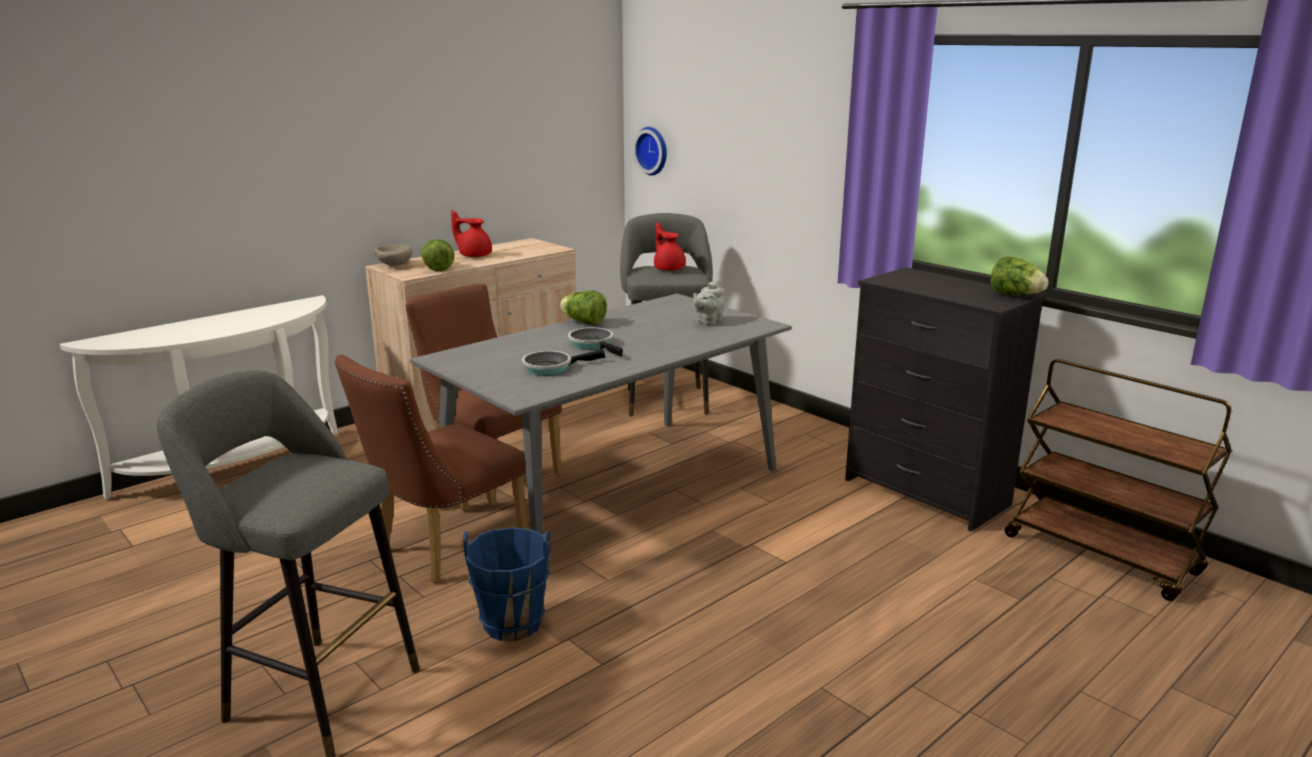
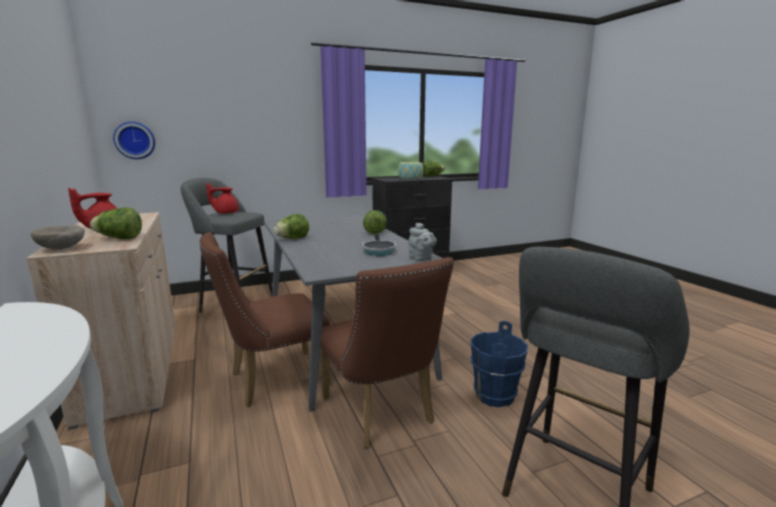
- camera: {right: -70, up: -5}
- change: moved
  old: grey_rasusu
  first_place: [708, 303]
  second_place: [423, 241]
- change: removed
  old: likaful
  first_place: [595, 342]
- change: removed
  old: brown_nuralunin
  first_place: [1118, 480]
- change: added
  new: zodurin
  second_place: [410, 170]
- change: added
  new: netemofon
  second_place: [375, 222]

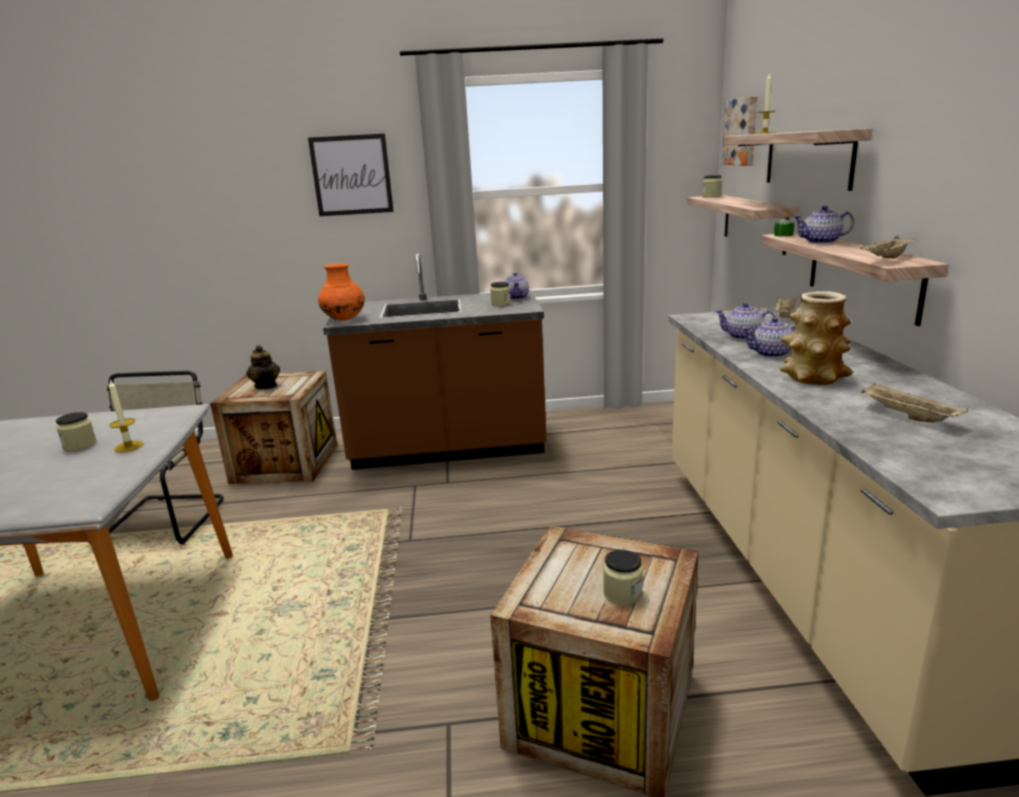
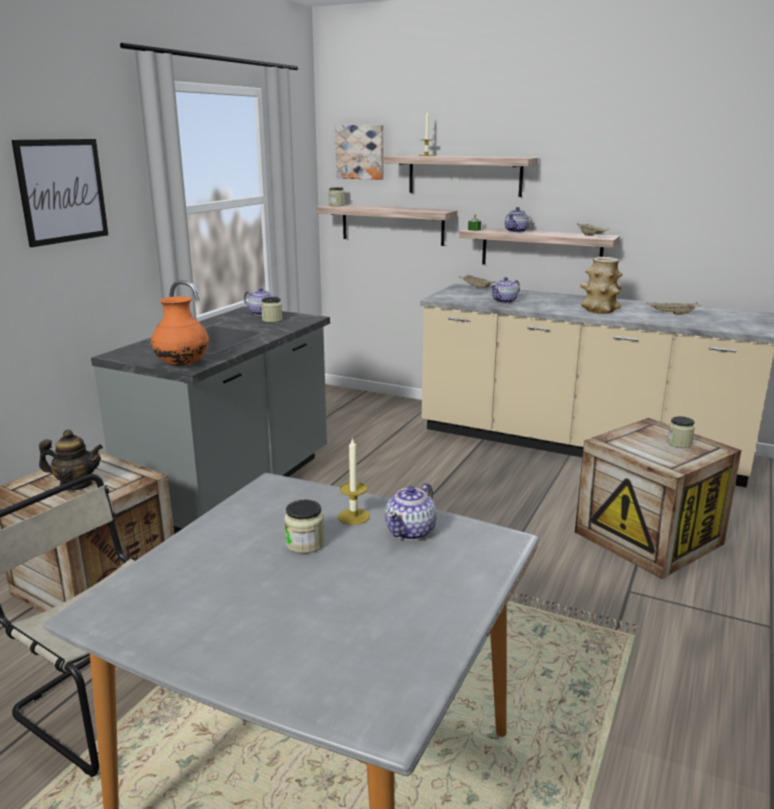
- camera: {right: -60, up: 0}
- change: recoloured
  old: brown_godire
  new: grey_godire
  first_place: [435, 362]
  second_place: [210, 407]
- change: moved
  old: rasusu
  first_place: [768, 337]
  second_place: [411, 512]

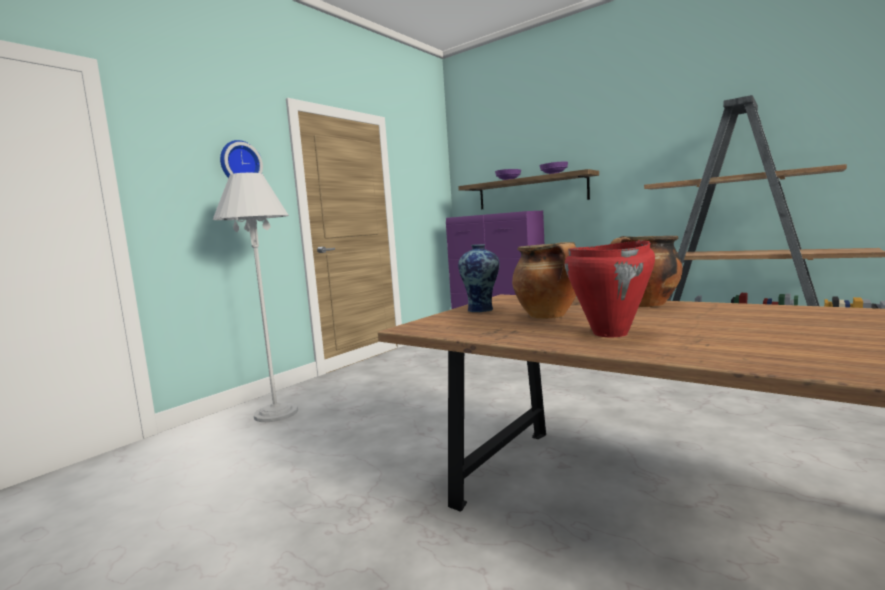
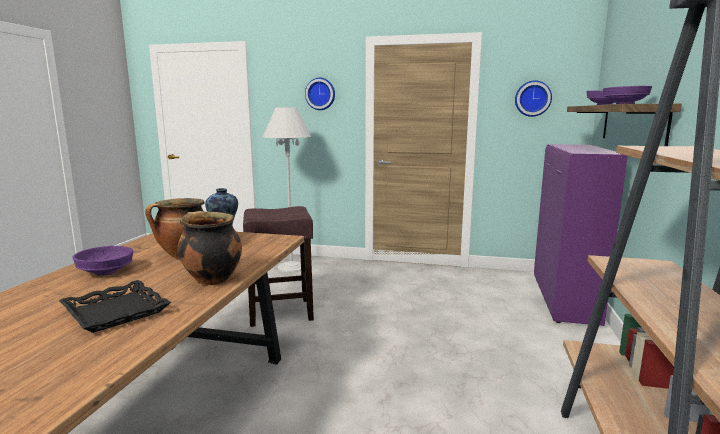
- camera: {right: 65, up: 5}
- change: replaced
  old: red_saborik
  new: purple_zodurin
  first_place: [610, 288]
  second_place: [103, 261]
- change: added
  new: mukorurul
  second_place: [533, 99]
- change: added
  new: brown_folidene
  second_place: [278, 266]
- change: added
  new: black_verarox
  second_place: [115, 306]

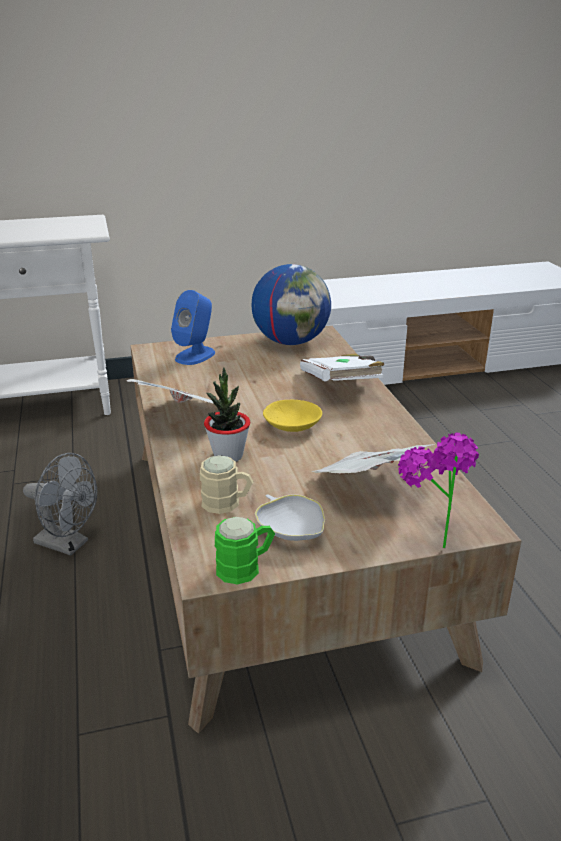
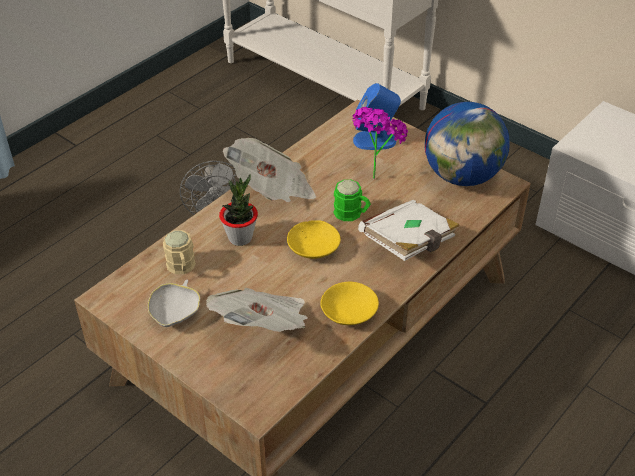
- camera: {right: 55, up: 15}
- change: moved
  old: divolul
  first_place: [438, 490]
  second_place: [380, 143]
- change: moved
  old: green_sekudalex
  first_place: [245, 551]
  second_place: [352, 200]
- change: added
  new: yellow_zodurin
  second_place: [349, 303]

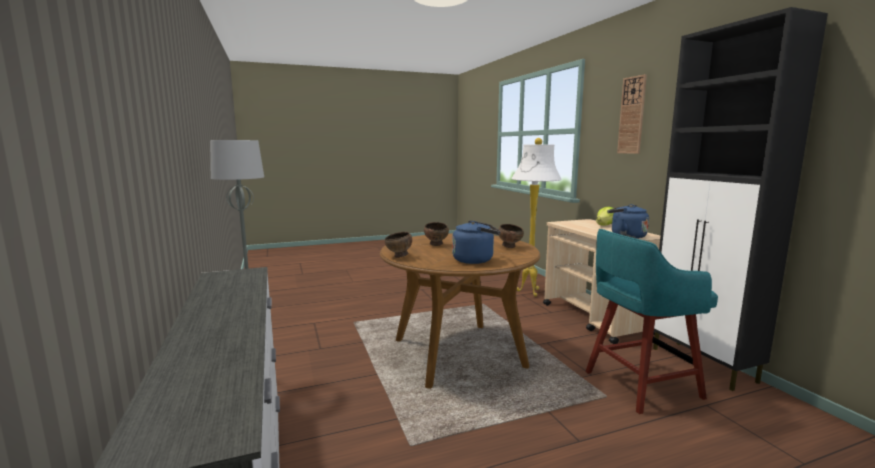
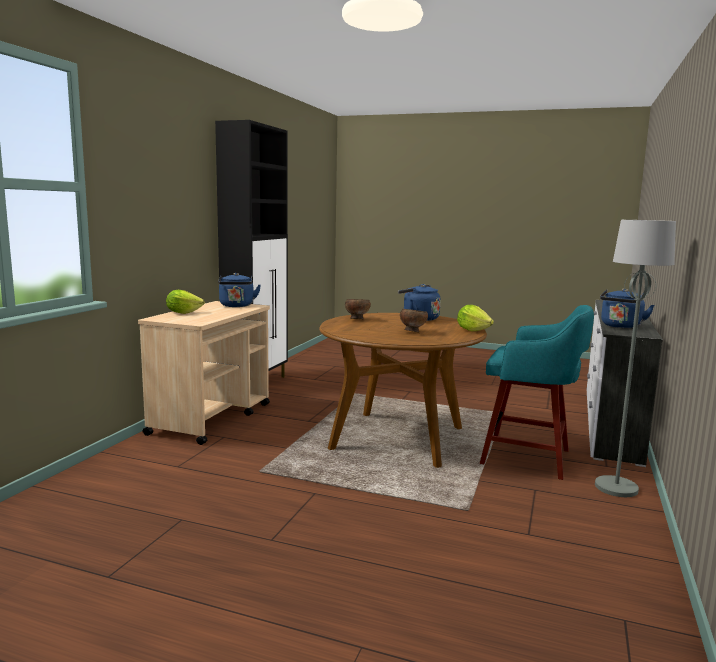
- camera: {right: -140, up: 0}
- change: removed
  old: mukorurul
  first_place: [632, 114]
- change: removed
  old: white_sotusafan
  first_place: [536, 217]
- change: moved
  old: turquoise_folidene
  first_place: [651, 321]
  second_place: [537, 392]
- change: replaced
  old: brown_zodurin
  new: netemofon
  first_place: [398, 245]
  second_place: [475, 318]
- change: added
  new: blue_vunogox
  second_place: [627, 308]

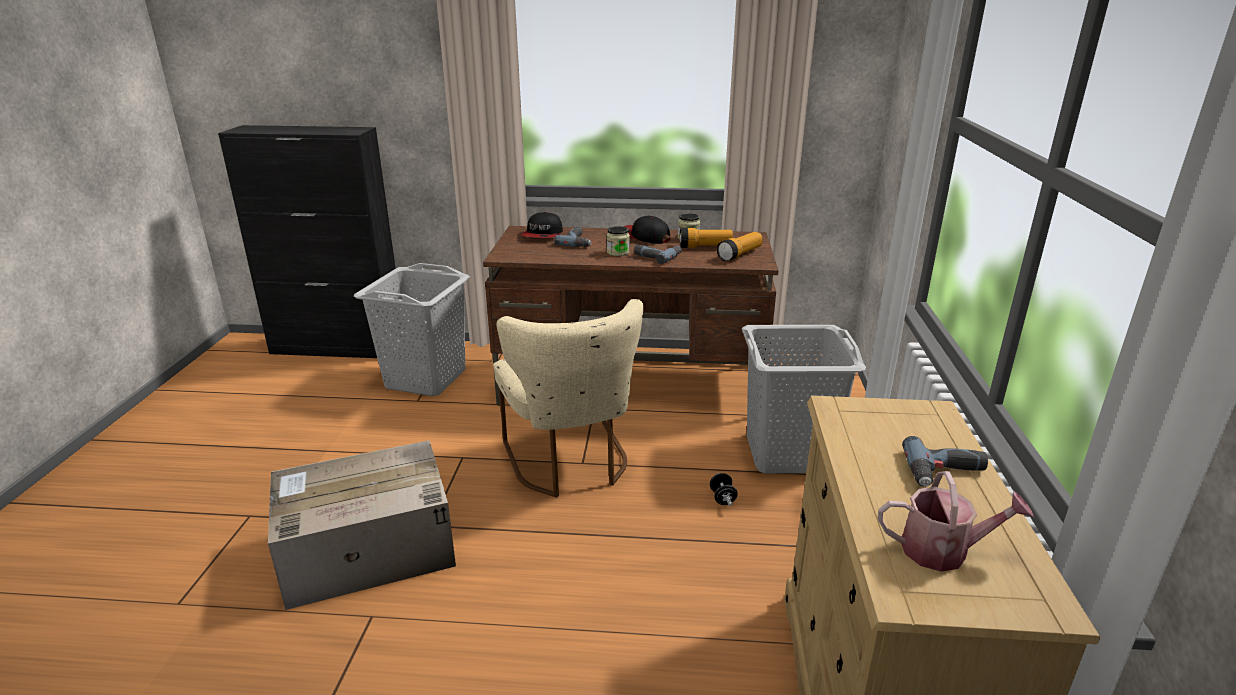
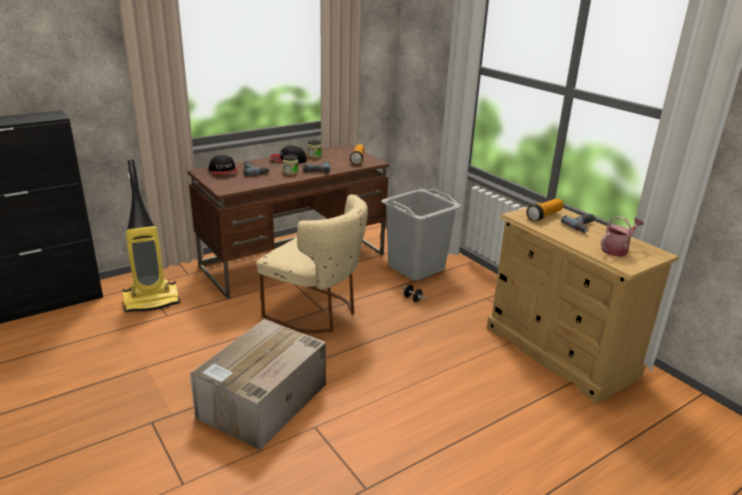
- camera: {right: -40, up: 0}
- change: moved
  old: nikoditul
  first_place: [706, 238]
  second_place: [545, 210]
- change: replaced
  old: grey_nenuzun
  new: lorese
  first_place: [412, 329]
  second_place: [151, 236]

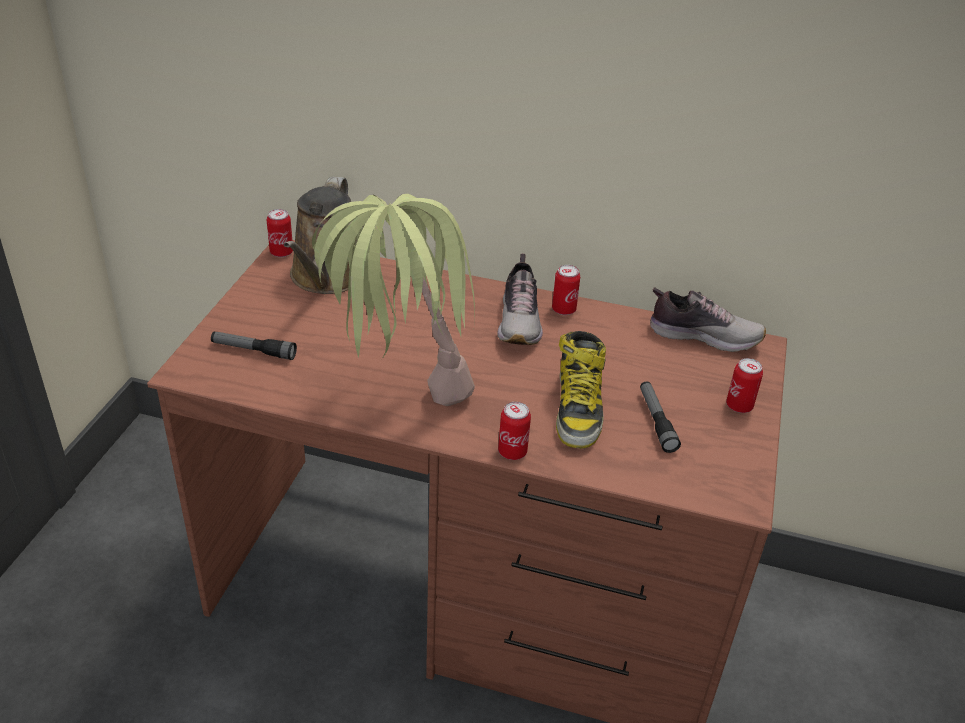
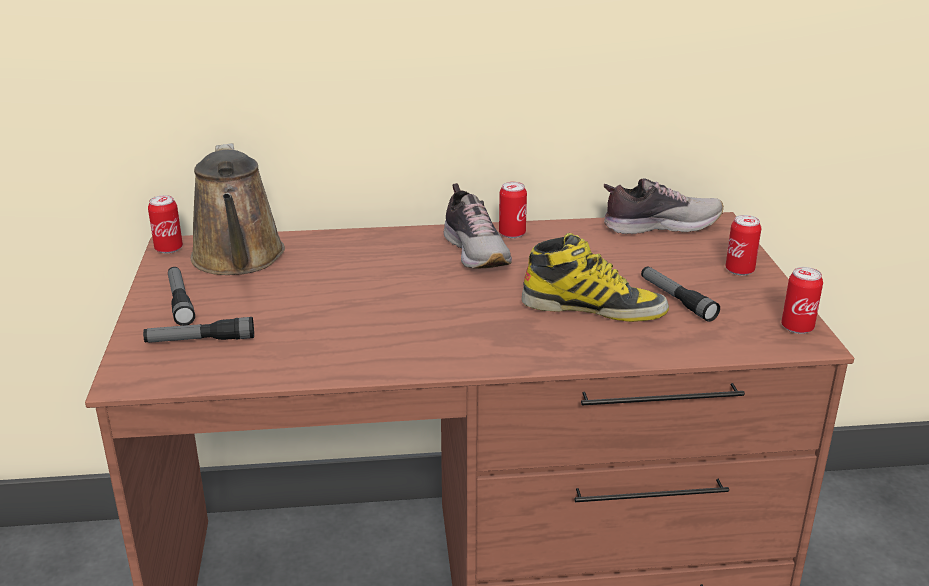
- camera: {right: -20, up: -10}
- change: removed
  old: divolul
  first_place: [393, 300]
- change: turned
  old: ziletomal
  first_place: [581, 390]
  second_place: [595, 277]
  degrees: -60
- change: moved
  old: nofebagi
  first_place: [514, 431]
  second_place: [802, 300]
- change: added
  new: nikoditul
  second_place: [181, 296]

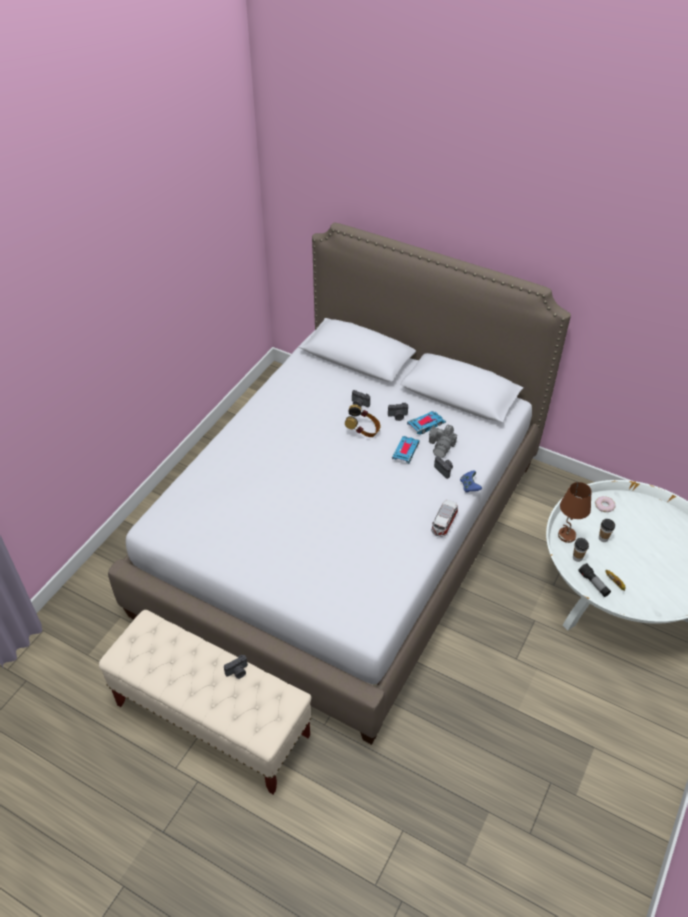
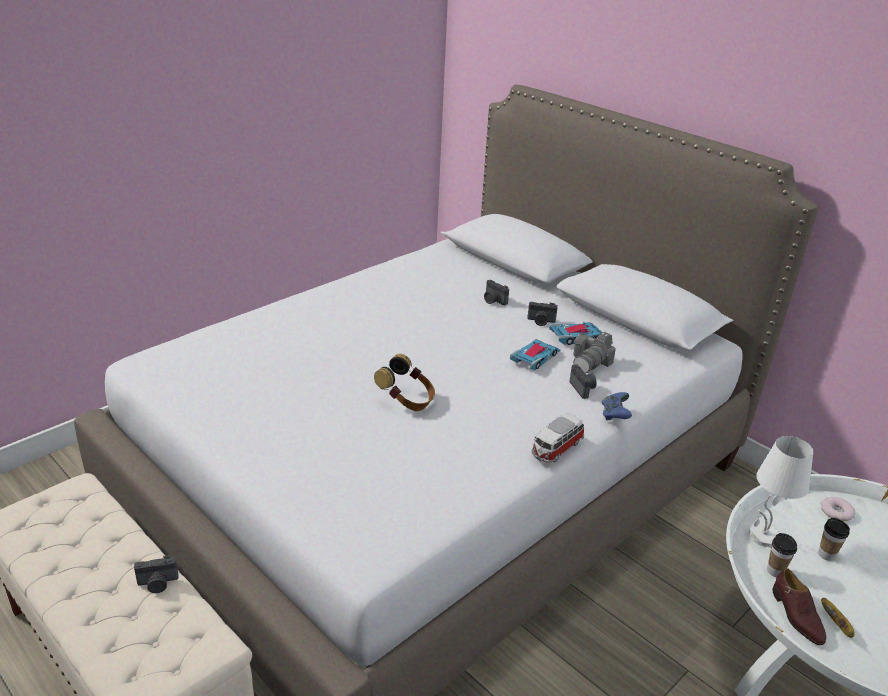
- camera: {right: 15, up: -15}
- change: moved
  old: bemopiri
  first_place: [362, 420]
  second_place: [404, 382]
- change: recoloured
  old: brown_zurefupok
  new: white_zurefupok
  first_place: [574, 512]
  second_place: [781, 491]
- change: replaced
  old: nikoditul
  new: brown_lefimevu
  first_place: [594, 580]
  second_place: [799, 606]

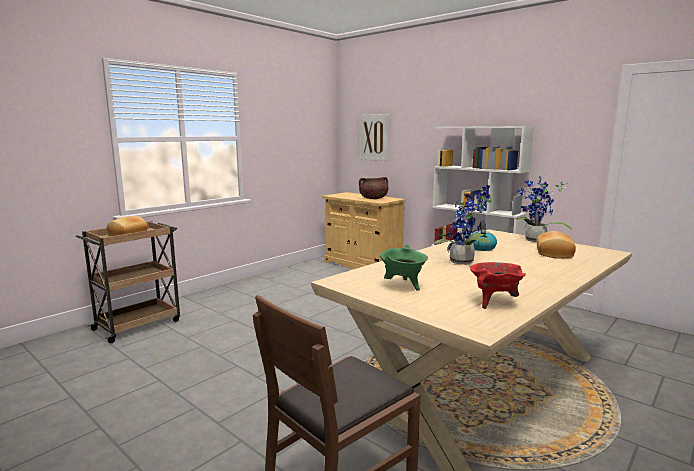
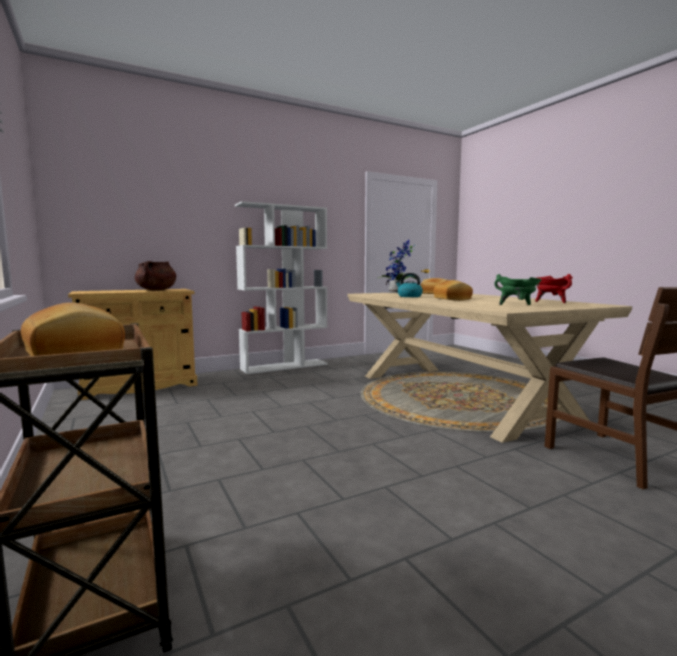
- camera: {right: -70, up: -5}
- change: removed
  old: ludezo
  first_place: [374, 137]
- change: replaced
  old: divolul
  new: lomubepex
  first_place: [463, 225]
  second_place: [453, 290]

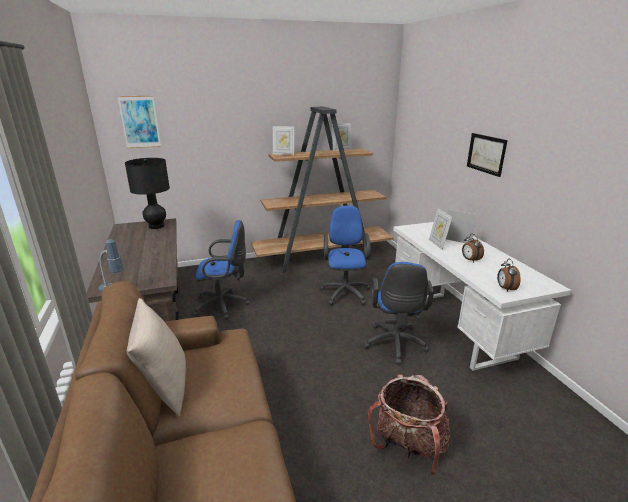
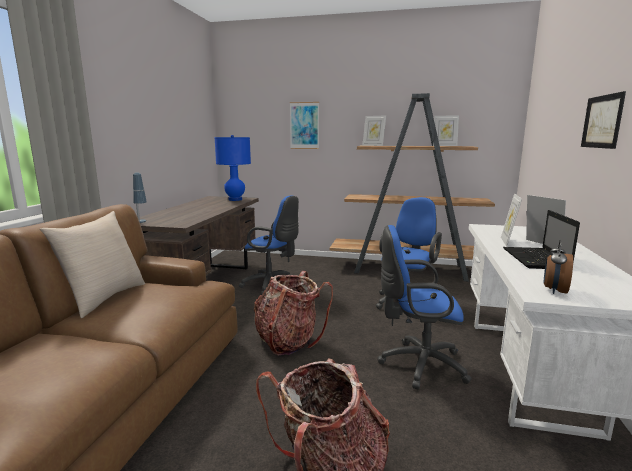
- camera: {right: 30, up: -10}
- change: moved
  old: ludezo
  first_place: [139, 122]
  second_place: [304, 125]
- change: recoloured
  old: black_zurefupok
  new: blue_zurefupok
  first_place: [147, 193]
  second_place: [232, 168]
- change: replaced
  old: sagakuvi
  new: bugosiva
  first_place: [473, 248]
  second_place: [541, 239]
- change: turned
  old: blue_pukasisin
  first_place: [399, 313]
  second_place: [425, 307]
  degrees: 60
- change: added
  new: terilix
  second_place: [293, 313]

